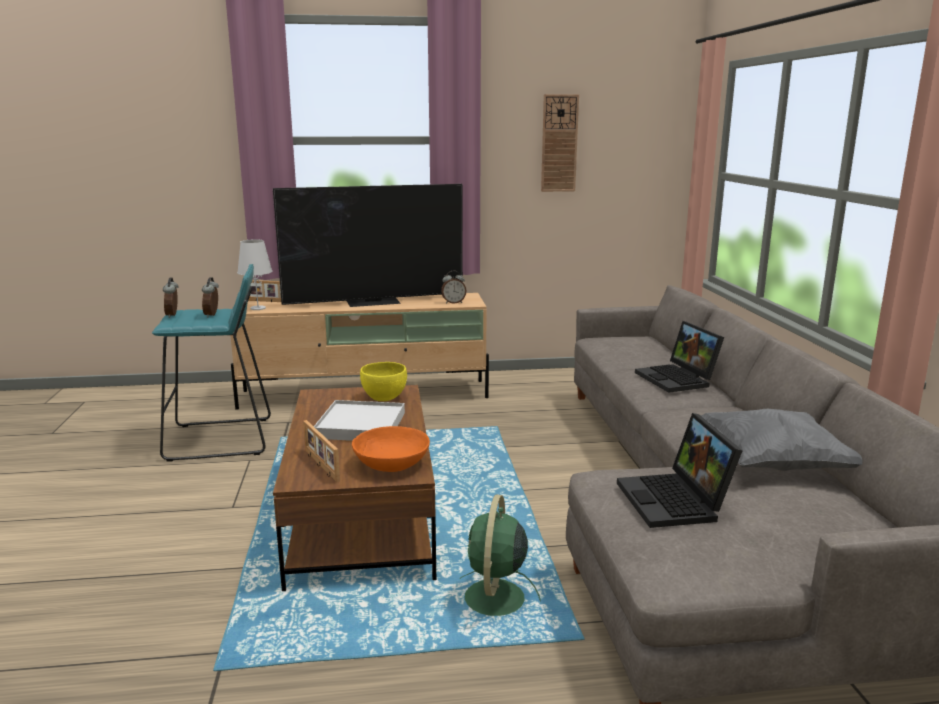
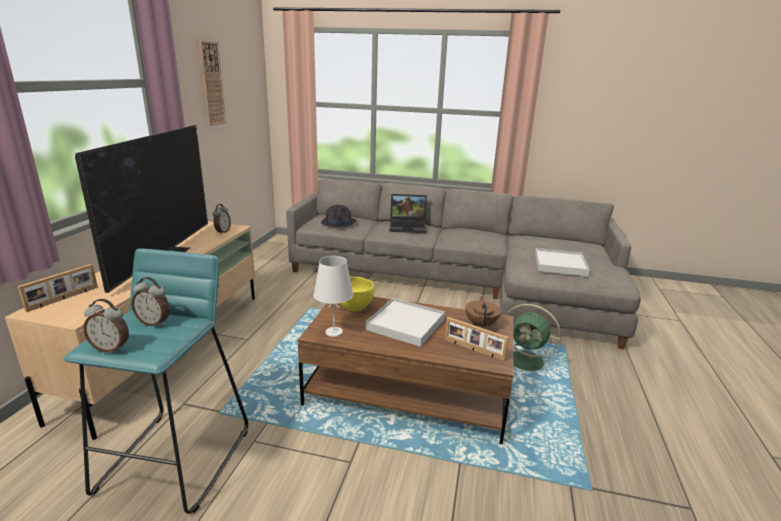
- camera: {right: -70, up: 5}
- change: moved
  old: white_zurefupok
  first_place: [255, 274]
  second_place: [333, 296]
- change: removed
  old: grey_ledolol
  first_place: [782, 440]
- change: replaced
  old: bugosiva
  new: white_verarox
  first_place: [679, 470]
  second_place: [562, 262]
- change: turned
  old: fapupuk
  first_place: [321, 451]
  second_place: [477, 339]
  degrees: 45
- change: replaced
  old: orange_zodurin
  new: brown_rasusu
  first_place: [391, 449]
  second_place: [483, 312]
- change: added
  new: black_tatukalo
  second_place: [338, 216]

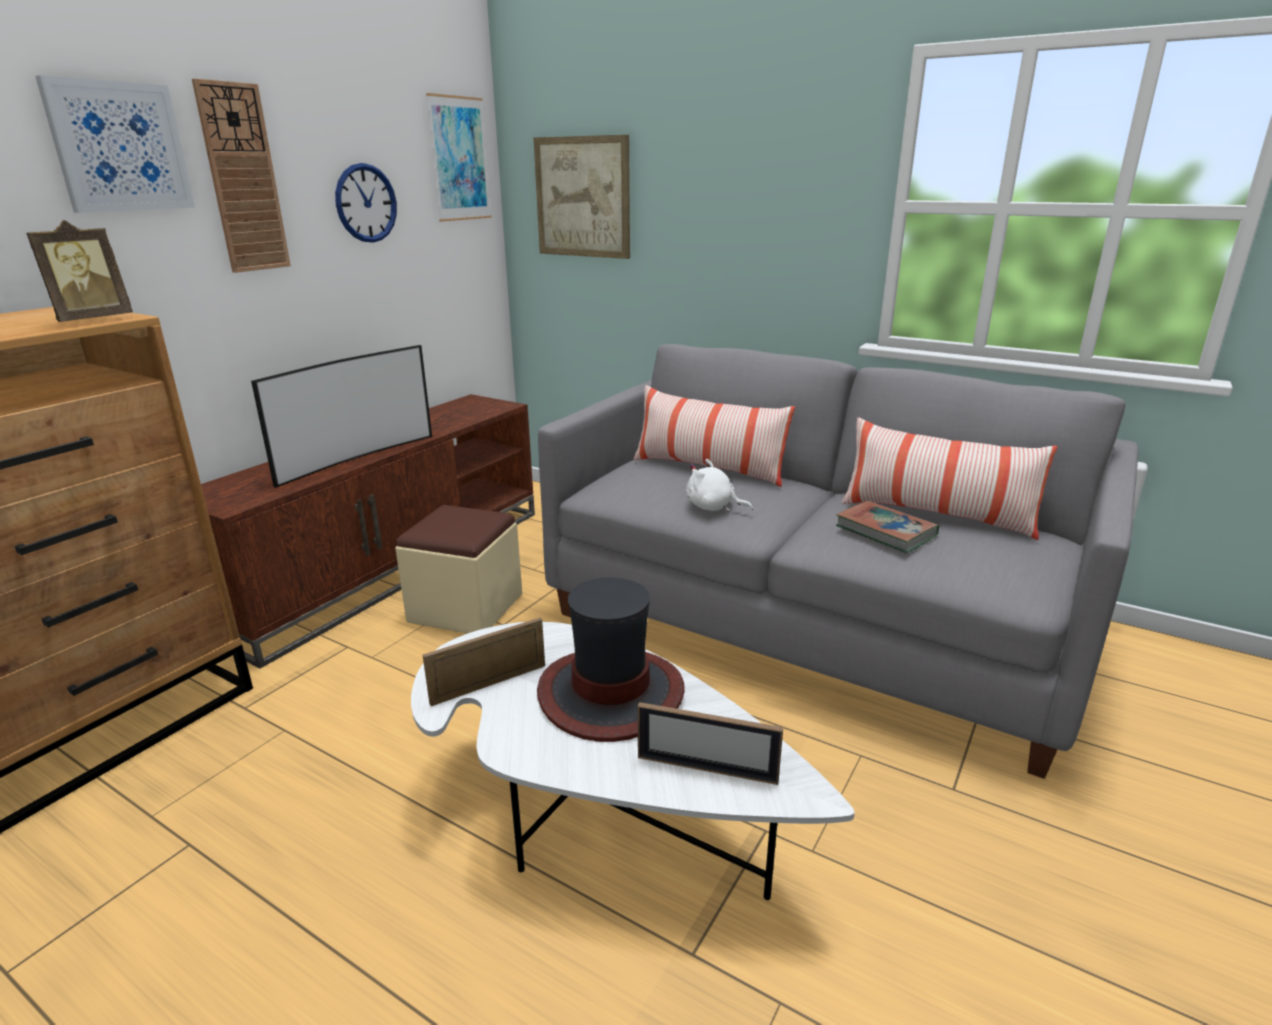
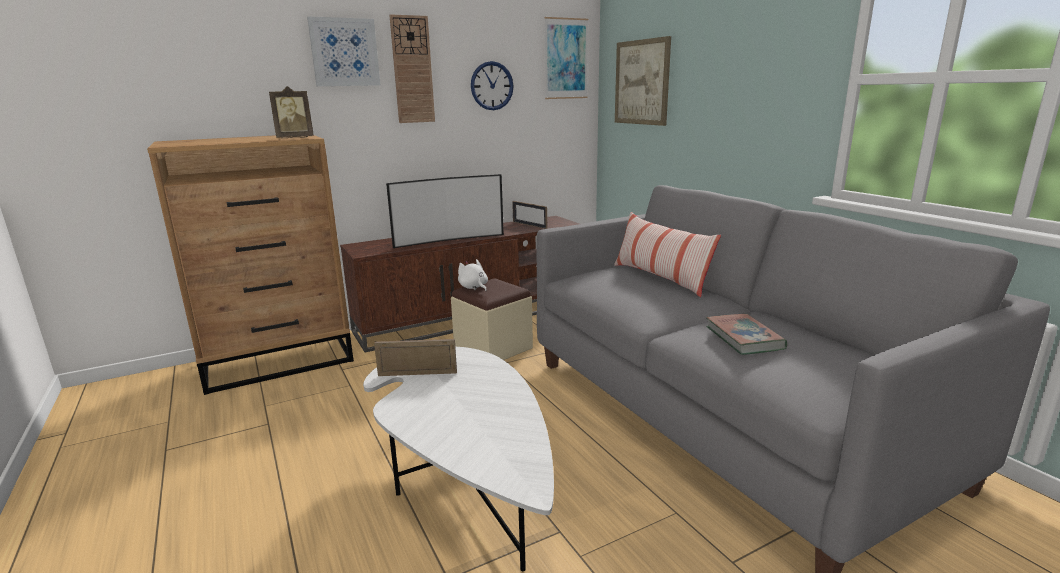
- camera: {right: 30, up: -5}
- change: removed
  old: ledolol
  first_place: [950, 478]
- change: moved
  old: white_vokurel
  first_place: [719, 485]
  second_place: [473, 275]
- change: removed
  old: tatukalo
  first_place: [611, 659]
- change: moved
  old: fapupuk
  first_place: [710, 743]
  second_place: [529, 215]

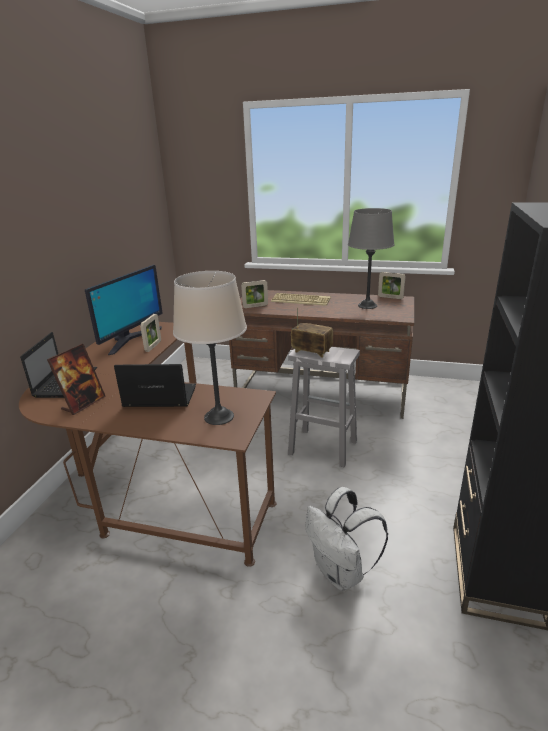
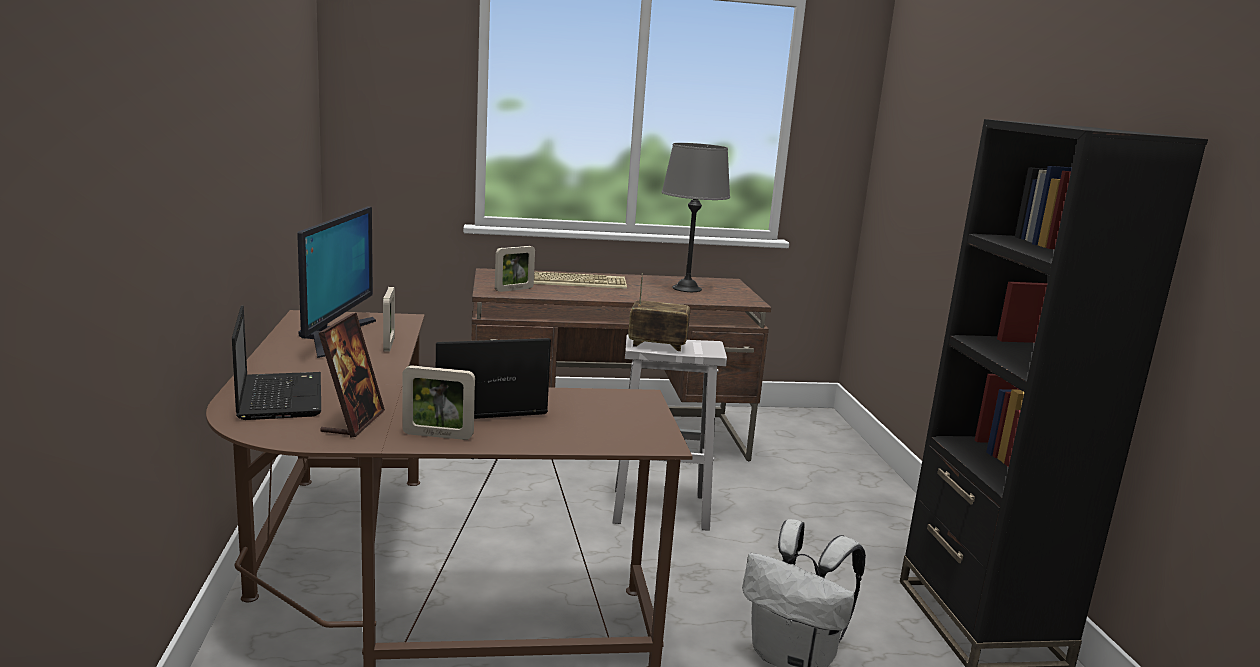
- camera: {right: -25, up: -10}
- change: removed
  old: beige_zurefupok
  first_place: [210, 348]
- change: moved
  old: fapupuk
  first_place: [392, 285]
  second_place: [438, 402]

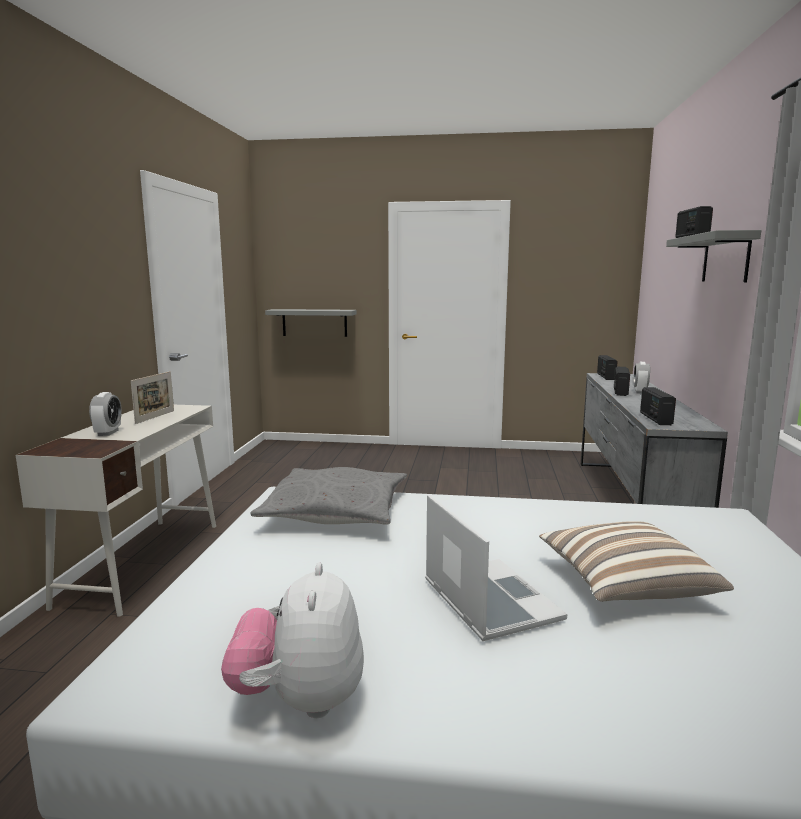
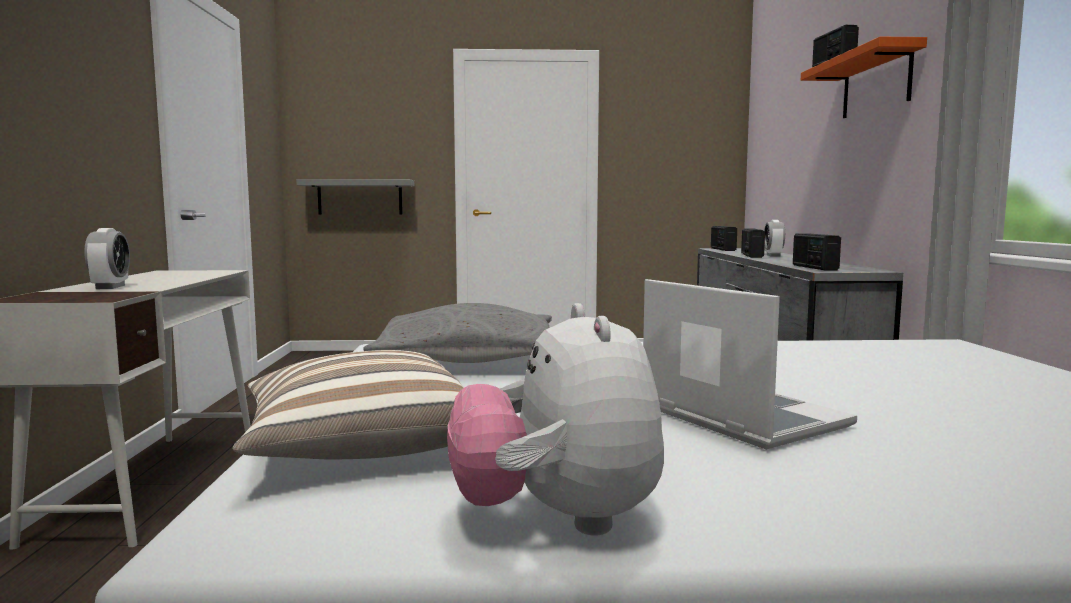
- camera: {right: -10, up: -5}
- change: recoloured
  old: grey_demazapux
  new: orange_demazapux
  first_place: [713, 256]
  second_place: [864, 77]
- change: removed
  old: fapupuk
  first_place: [152, 397]
- change: moved
  old: ledolol
  first_place: [636, 561]
  second_place: [348, 404]

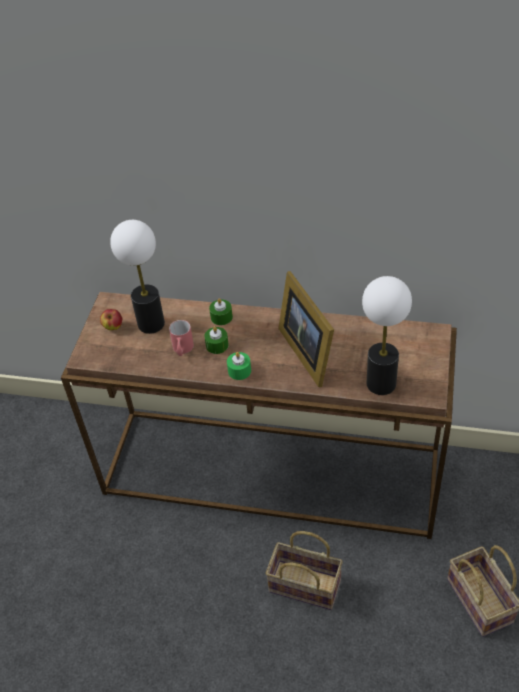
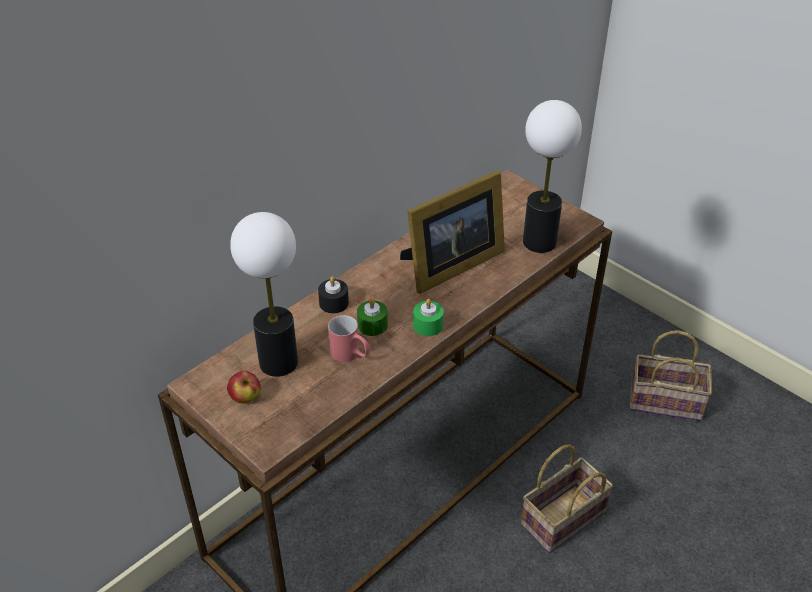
- camera: {right: -60, up: -5}
- change: turned
  old: fapupuk
  first_place: [306, 329]
  second_place: [452, 232]
  degrees: -45
- change: recoloured
  old: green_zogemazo
  new: black_zogemazo
  first_place: [221, 311]
  second_place: [333, 294]

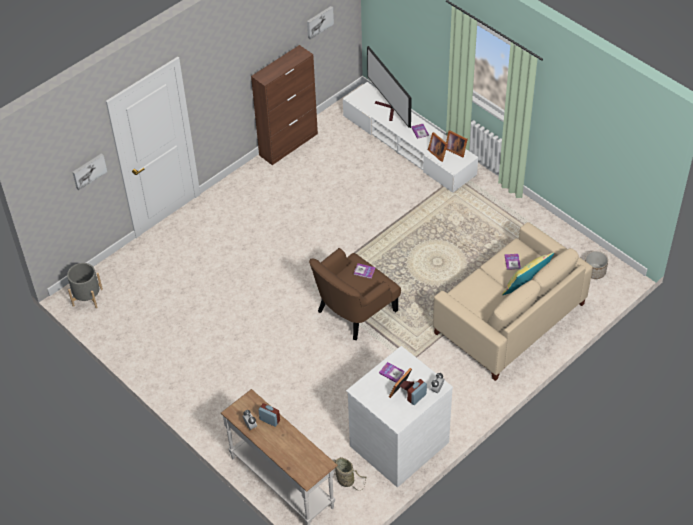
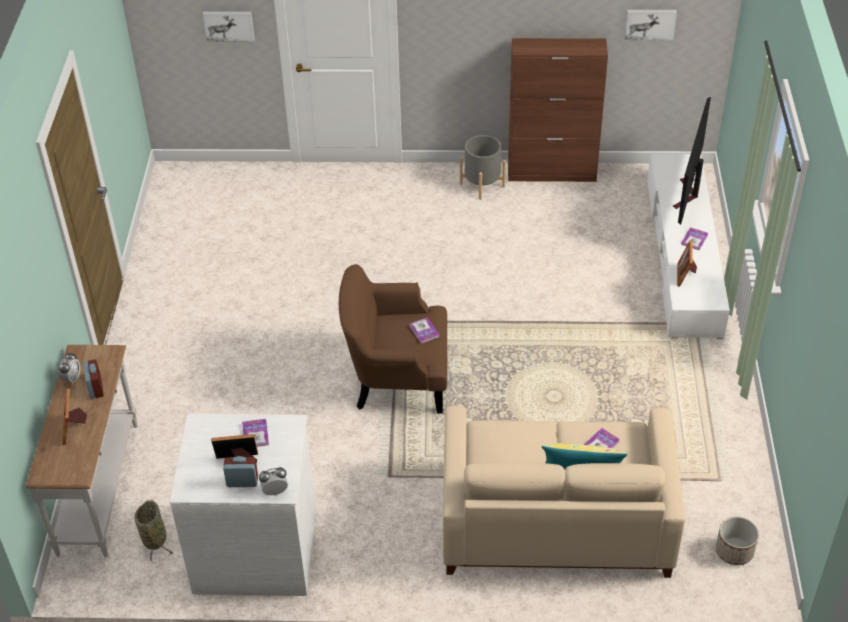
- camera: {right: 45, up: -5}
- change: moved
  old: fapupuk
  first_place: [457, 144]
  second_place: [74, 417]
- change: moved
  old: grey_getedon
  first_place: [85, 285]
  second_place: [483, 167]

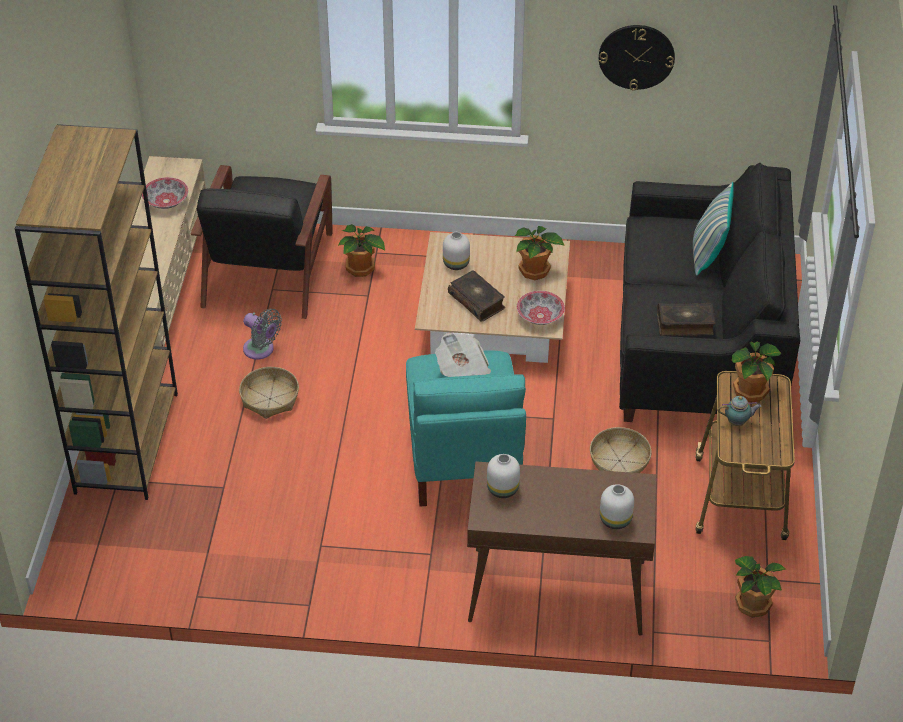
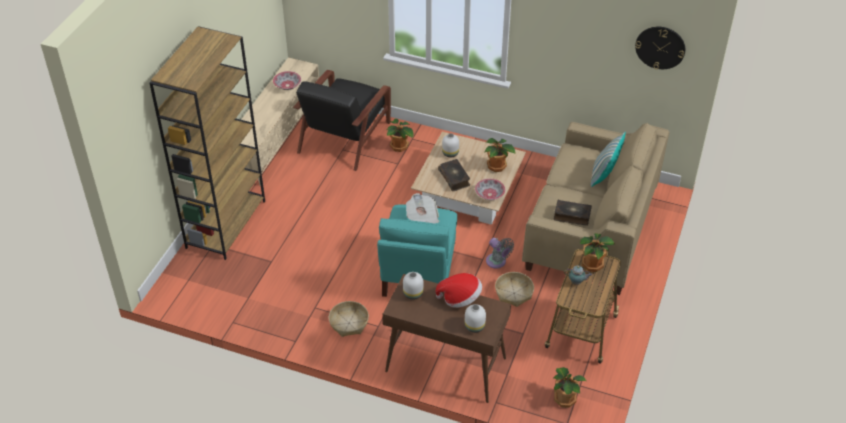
- camera: {right: 15, up: 0}
- change: moved
  old: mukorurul
  first_place: [637, 58]
  second_place: [660, 48]
- change: recoloured
  old: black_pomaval
  new: beige_pomaval
  first_place: [709, 292]
  second_place: [595, 208]
- change: moved
  old: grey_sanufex
  first_place: [262, 334]
  second_place: [500, 253]
- change: moved
  old: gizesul
  first_place: [269, 393]
  second_place: [349, 319]
- change: added
  new: tatukalo
  second_place: [459, 290]

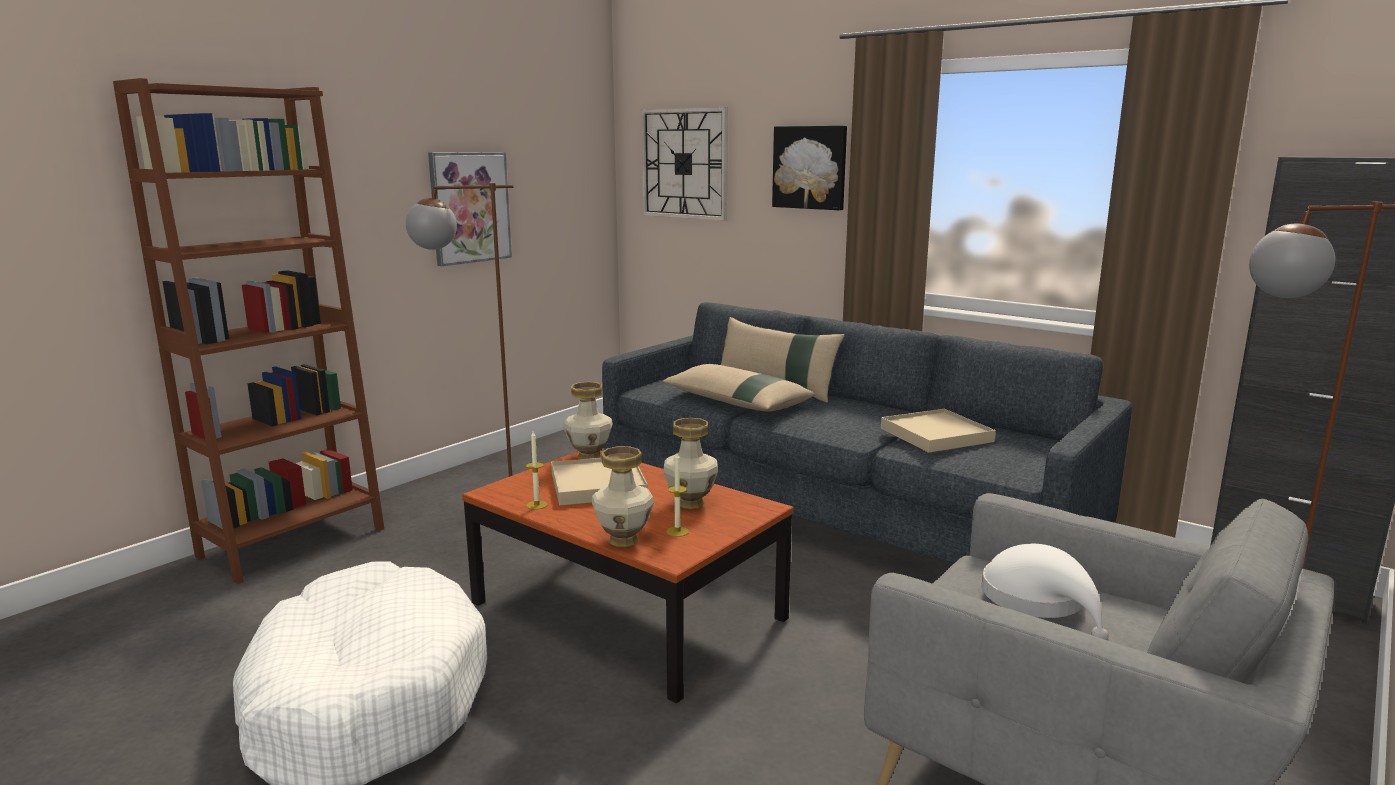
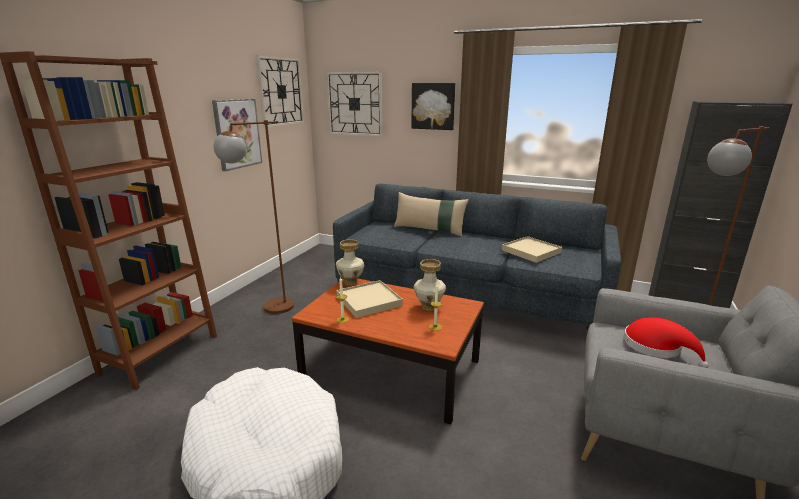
- camera: {right: -15, up: 5}
- change: removed
  old: beige_ledolol
  first_place: [739, 387]
- change: removed
  old: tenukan
  first_place: [622, 496]
- change: recoloured
  old: white_tatukalo
  new: red_tatukalo
  first_place: [1045, 592]
  second_place: [666, 342]
- change: added
  new: mukorurul
  second_place: [279, 91]

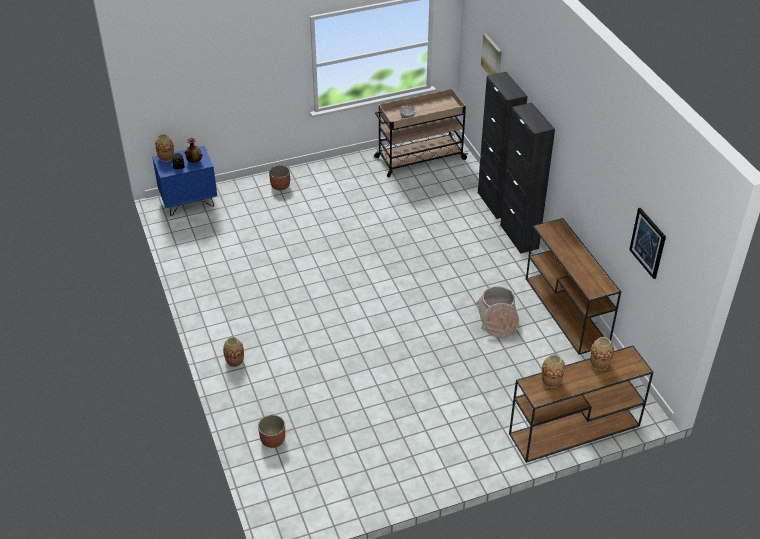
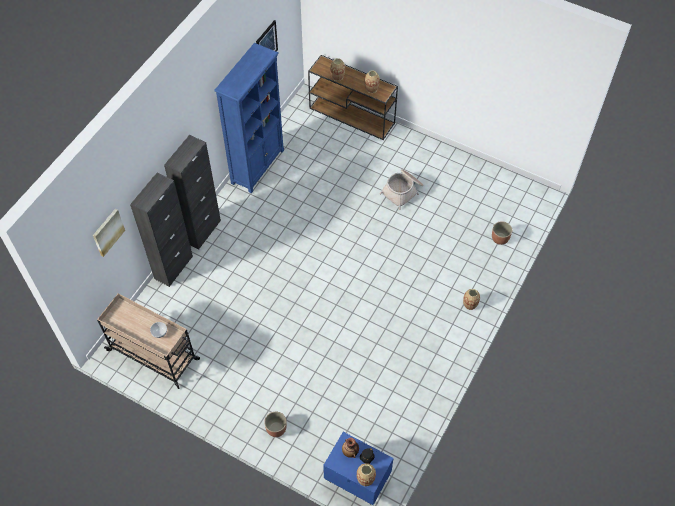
- camera: {right: -130, up: 15}
- change: replaced
  old: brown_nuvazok
  new: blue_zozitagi
  first_place: [573, 286]
  second_place: [249, 118]
- change: moved
  old: gizesul
  first_place: [498, 312]
  second_place: [401, 189]

